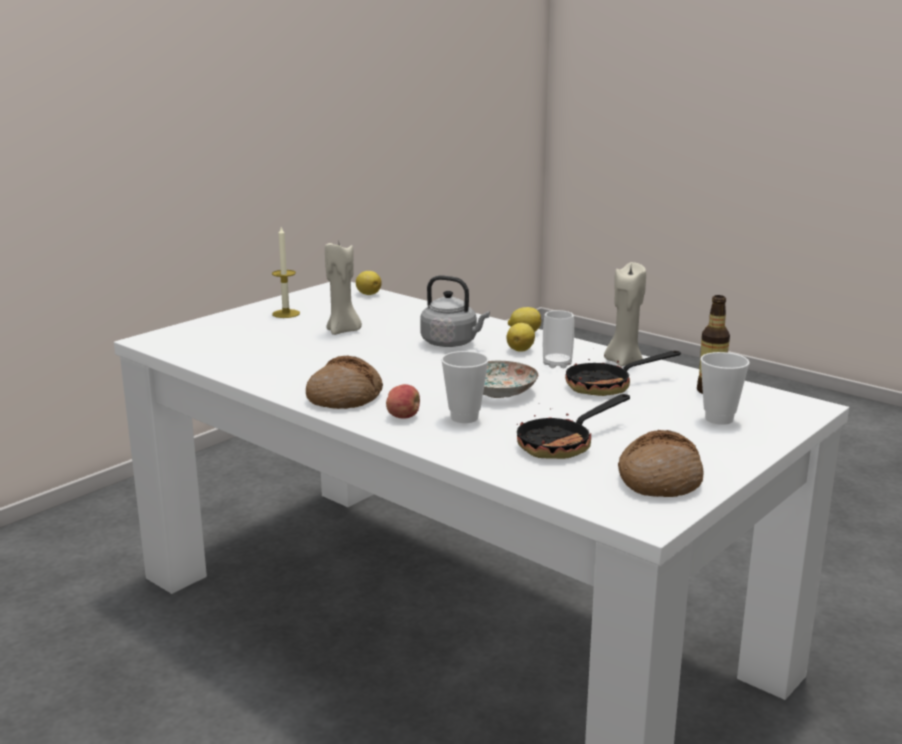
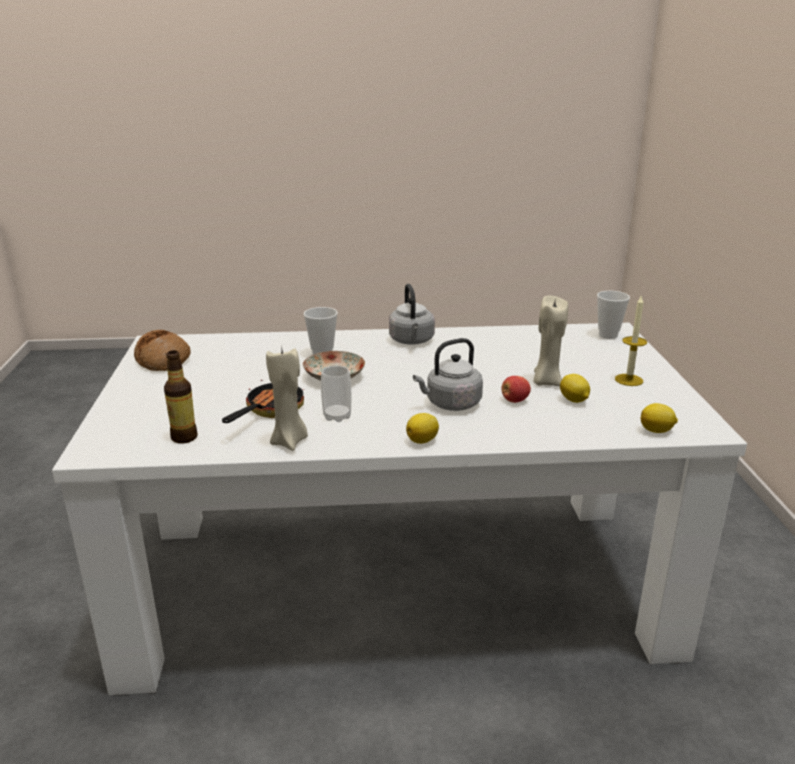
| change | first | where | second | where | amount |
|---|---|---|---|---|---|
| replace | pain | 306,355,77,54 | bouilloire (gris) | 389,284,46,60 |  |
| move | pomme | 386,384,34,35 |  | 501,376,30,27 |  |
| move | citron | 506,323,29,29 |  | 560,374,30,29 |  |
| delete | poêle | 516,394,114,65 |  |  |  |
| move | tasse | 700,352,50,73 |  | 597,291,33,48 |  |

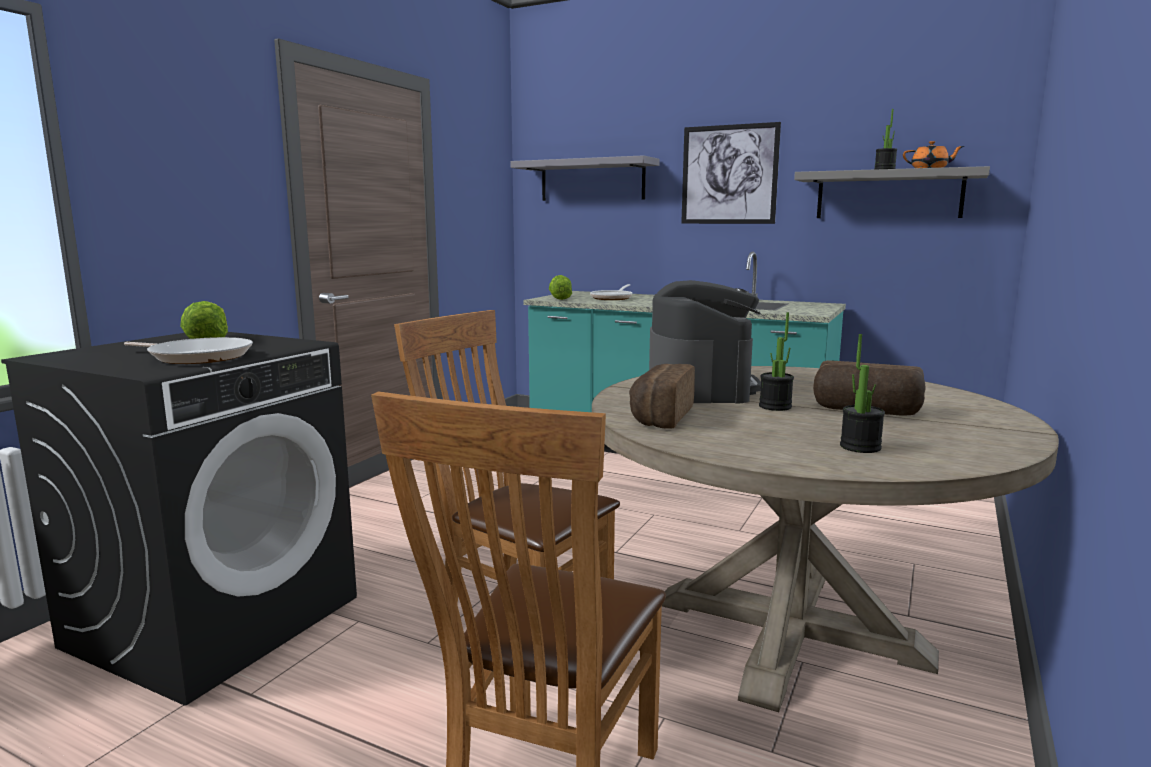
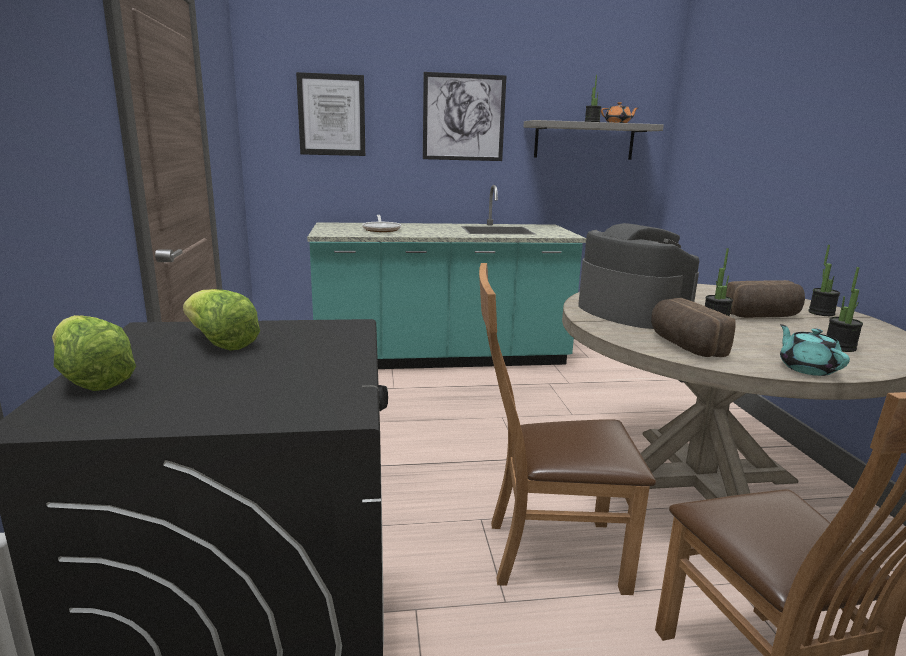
| change | first | where | second | where | amount |
|---|---|---|---|---|---|
| delete | poêle | 124,337,129,27 |  |  |  |
| replace | étagère (gris) | 510,155,150,46 | tableau | 296,72,69,84 |  |
| move | laitue | 549,275,23,25 |  | 52,315,84,76 |  |
| insert |  |  | théière (turquoise) | 780,324,70,52 |  |
| insert |  |  | plante en pot | 808,245,32,71 |  |

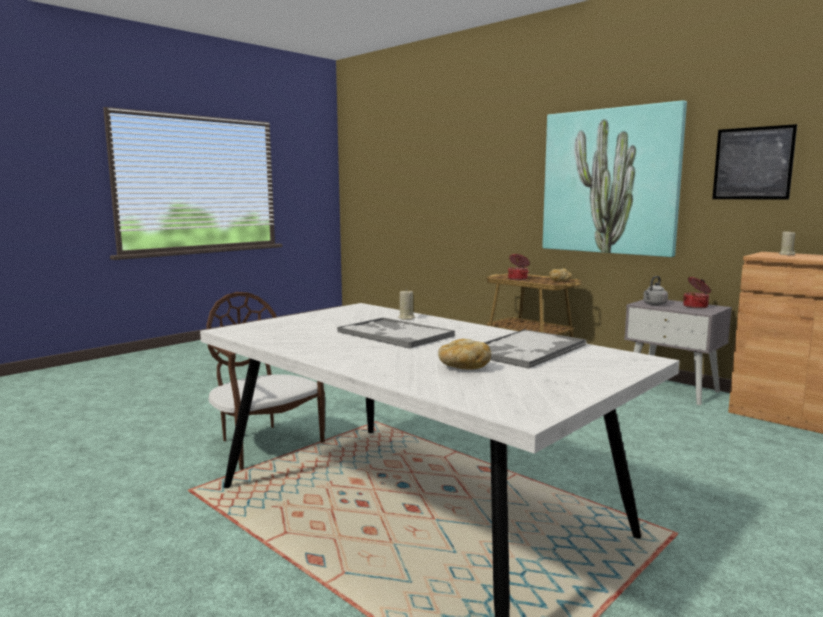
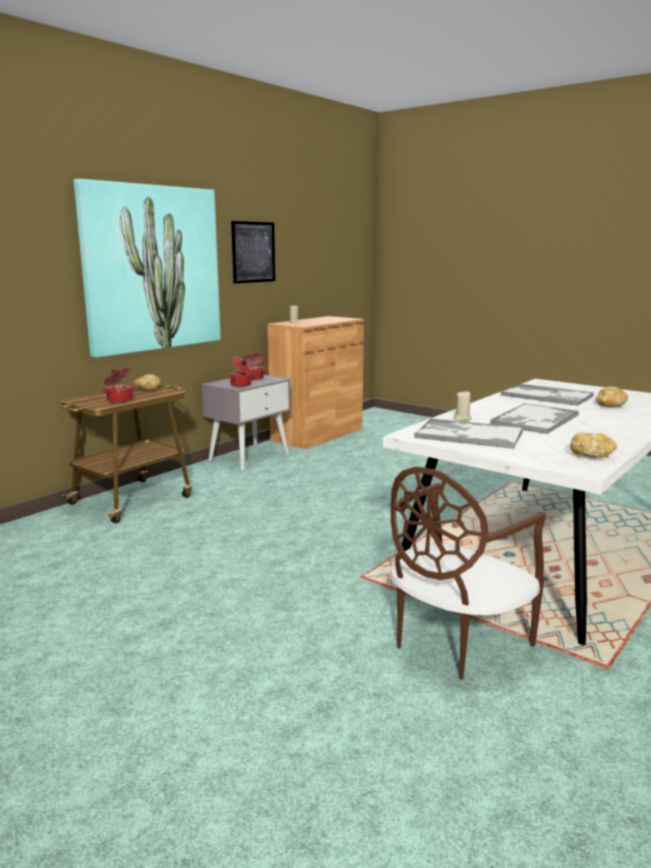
| change | first | where | second | where | amount |
|---|---|---|---|---|---|
| replace | bouilloire (gris) | 643,276,25,29 | marmite | 228,357,26,30 |  |
| insert |  |  | plateau | 414,418,110,31 |  |
| insert |  |  | pain | 570,432,47,26 |  |

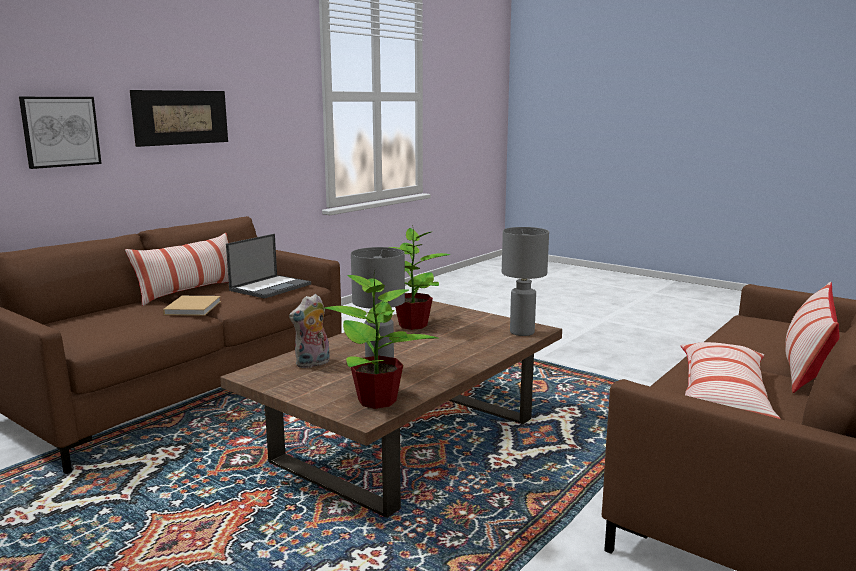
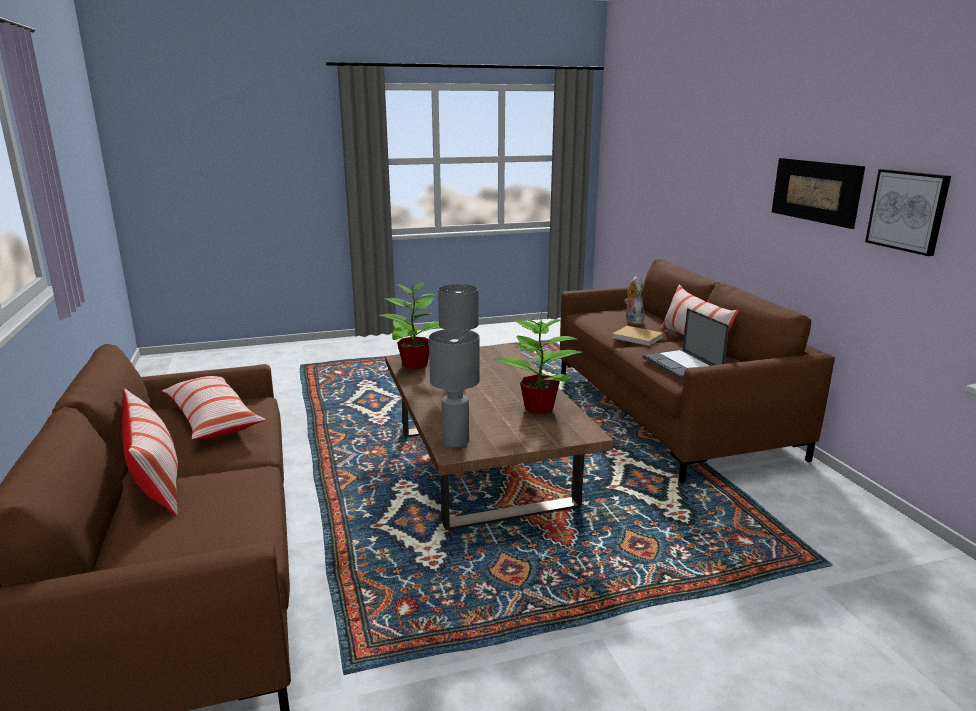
| change | first | where | second | where | amount |
|---|---|---|---|---|---|
| move | tableau | 19,97,83,72 |  | 865,169,86,87 |  |
| move | peluche | 289,294,41,75 |  | 624,276,20,48 |  |

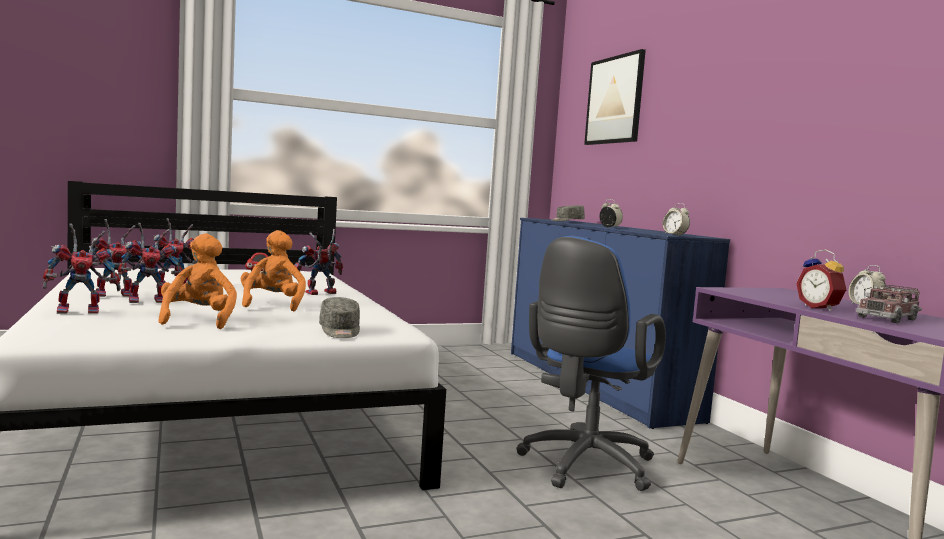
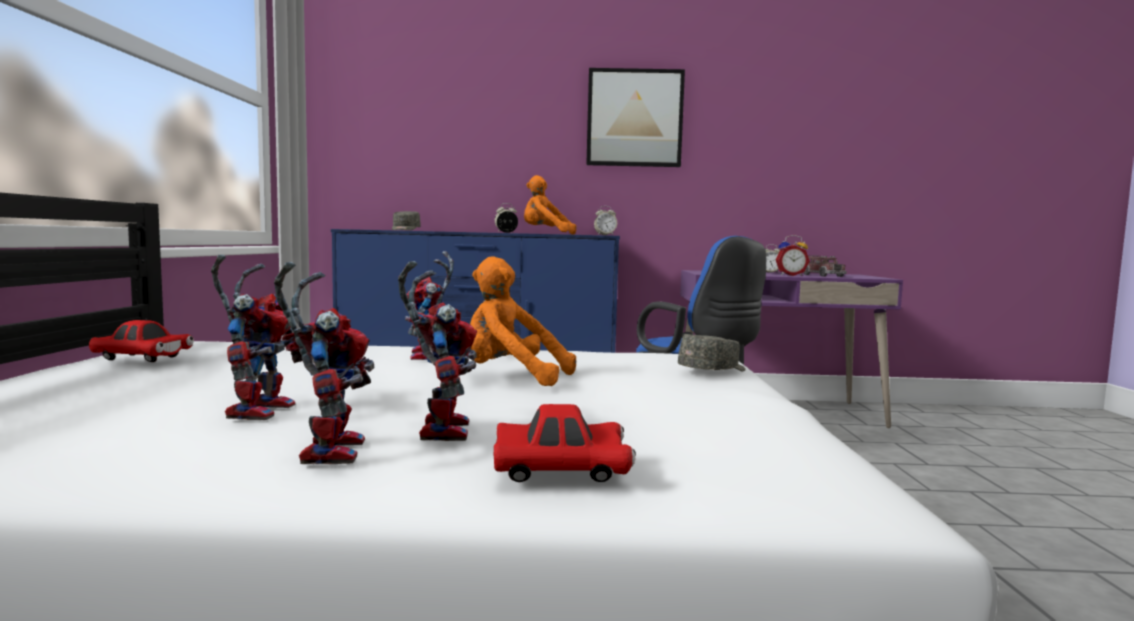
| change | first | where | second | where | amount |
|---|---|---|---|---|---|
| replace | robot jouet | 43,224,78,90 | petite voiture (rouge) | 494,404,142,78 |  |
| move | peluche (orange) | 158,234,79,95 |  | 524,175,52,60 |  |
| rotate | casquette (gris) | 319,297,41,41 |  | 678,334,68,37 | 45 degrees counterclockwise |
| move | tableau | 584,49,62,96 |  | 586,68,99,99 |  |

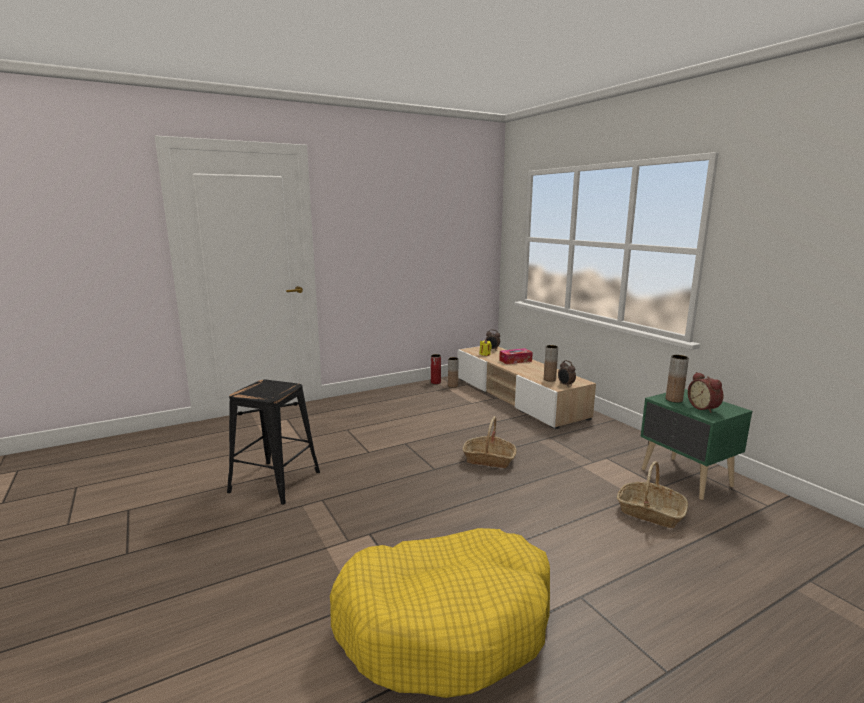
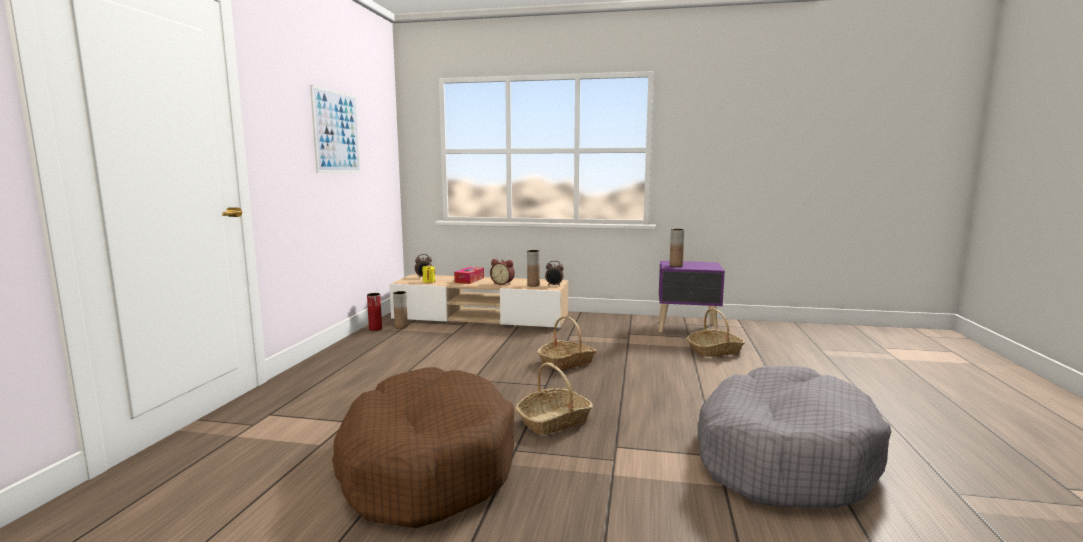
| change | first | where | second | where | amount |
|---|---|---|---|---|---|
| replace | tabouret (noir) | 227,380,93,125 | panier pour chien (marron) | 332,367,182,161 |  |
| recolor | panier pour chien (jaune) | 330,528,220,170 | panier pour chien (gris) | 697,366,194,142 |  |
| recolor | table de chevet (vert) | 641,389,111,111 | table de chevet (violet) | 659,261,66,72 |  |
| move | réveil | 688,372,35,41 |  | 490,259,25,26 |  |
| insert |  |  | tableau | 310,85,51,88 |  |
| insert |  |  | panier | 516,362,77,73 |  |

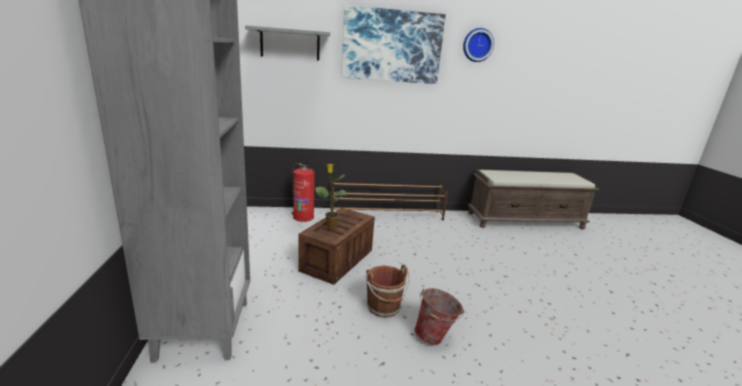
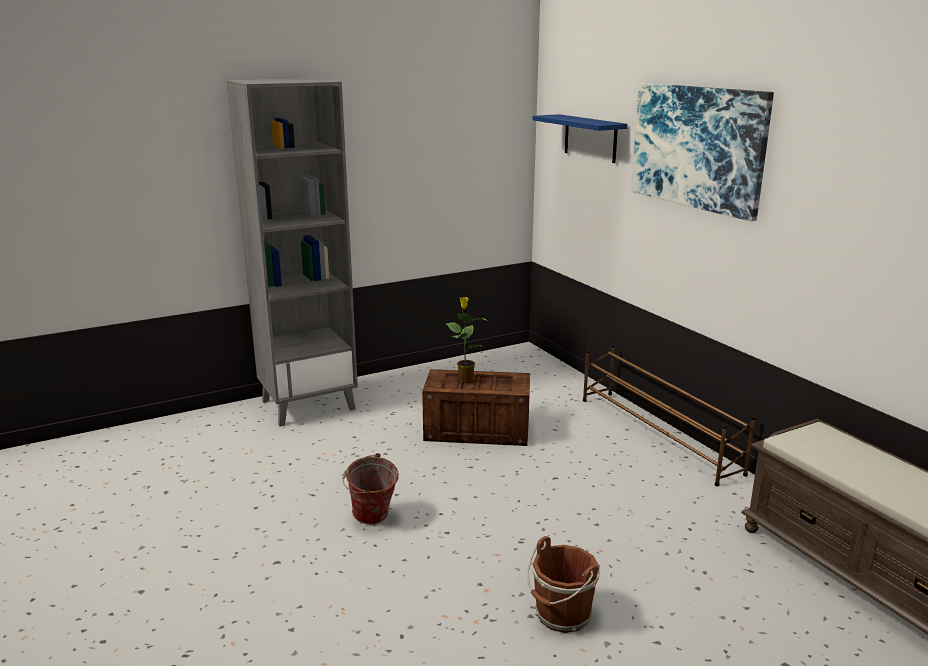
| change | first | where | second | where | amount |
|---|---|---|---|---|---|
| recolor | étagère (gris) | 245,25,85,36 | étagère (bleu) | 532,114,96,49 |  |
| delete | extincteur | 291,161,24,61 |  |  |  |
| move | seau (marron) | 366,265,44,53 |  | 526,536,74,97 |  |
| delete | horloge murale | 463,28,31,34 |  |  |  |

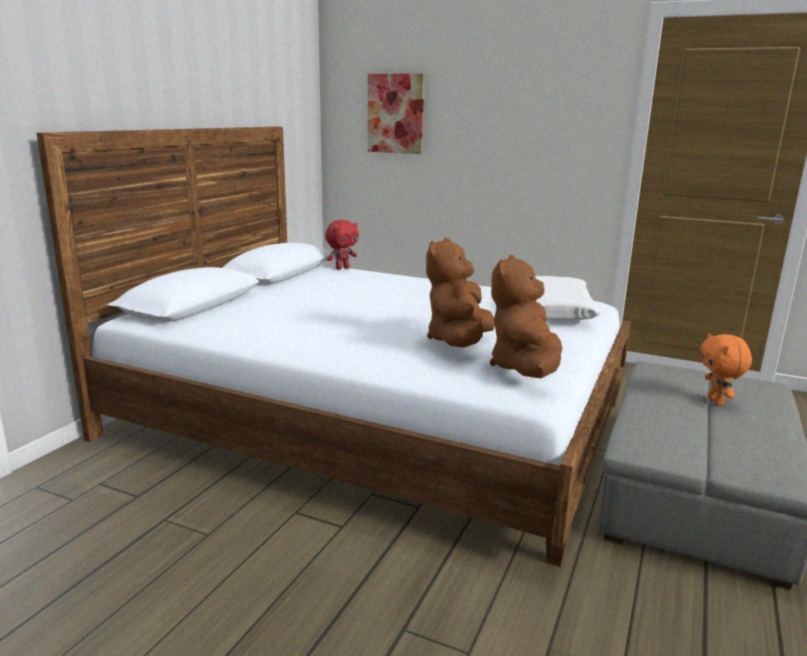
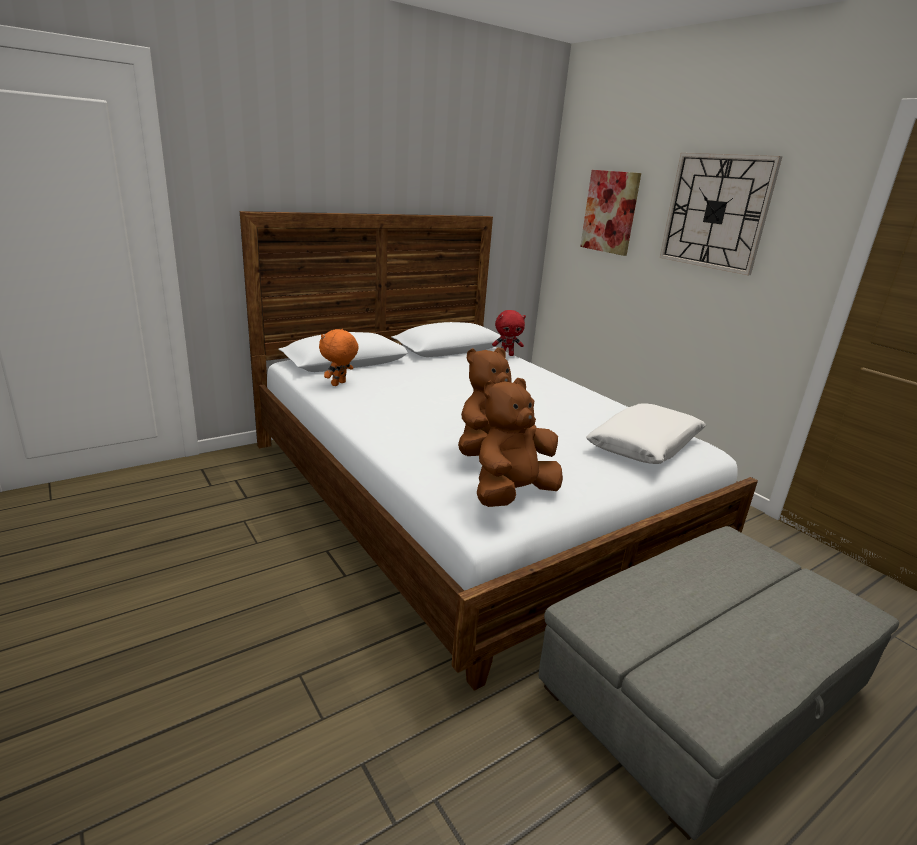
| change | first | where | second | where | amount |
|---|---|---|---|---|---|
| move | peluche (orange) | 700,333,52,73 |  | 319,329,40,57 |  |
| insert |  |  | horloge murale | 660,153,122,122 |  |

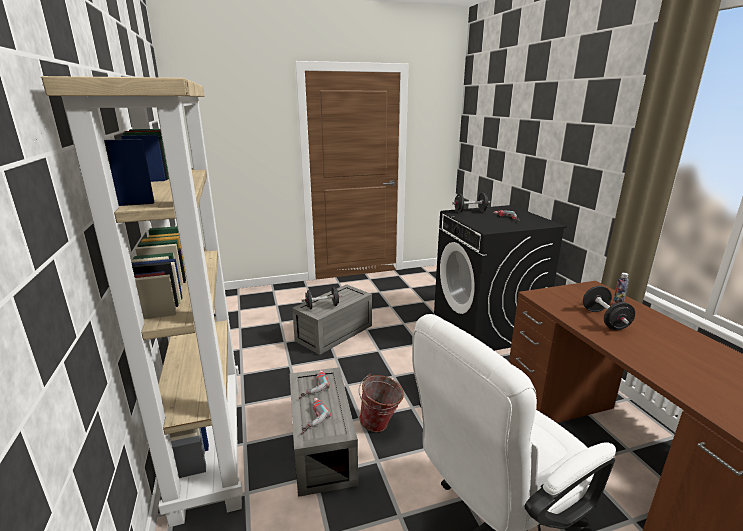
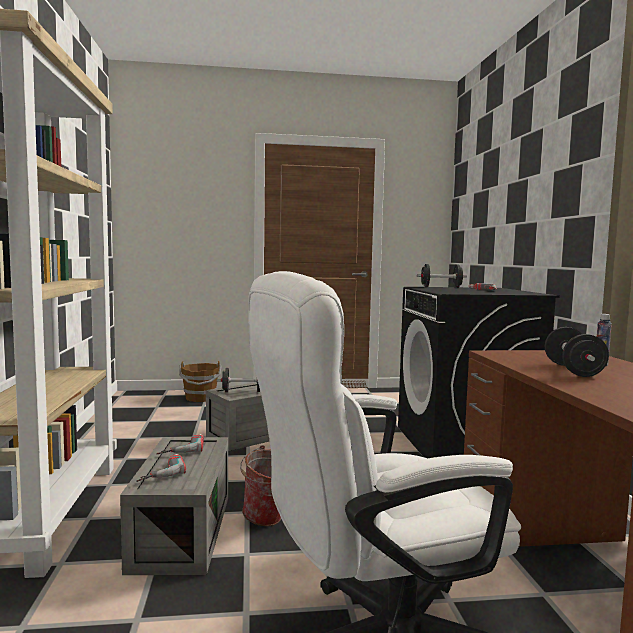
| change | first | where | second | where | amount |
|---|---|---|---|---|---|
| insert |  |  | seau (marron) | 179,361,43,41 |  |

